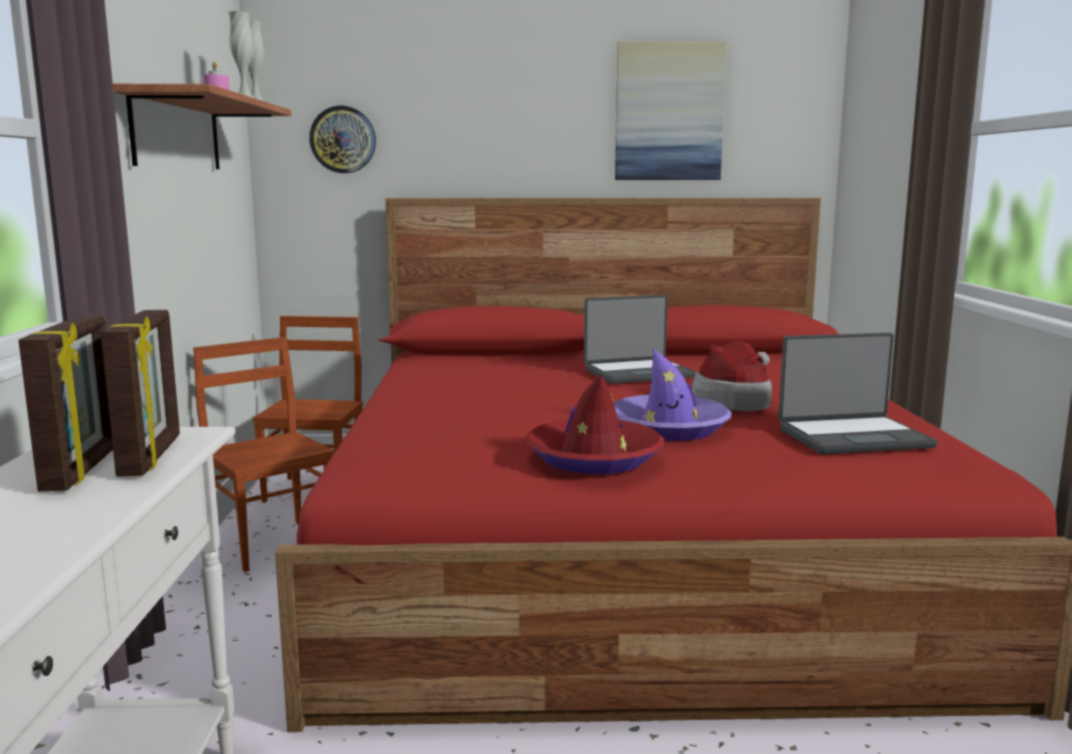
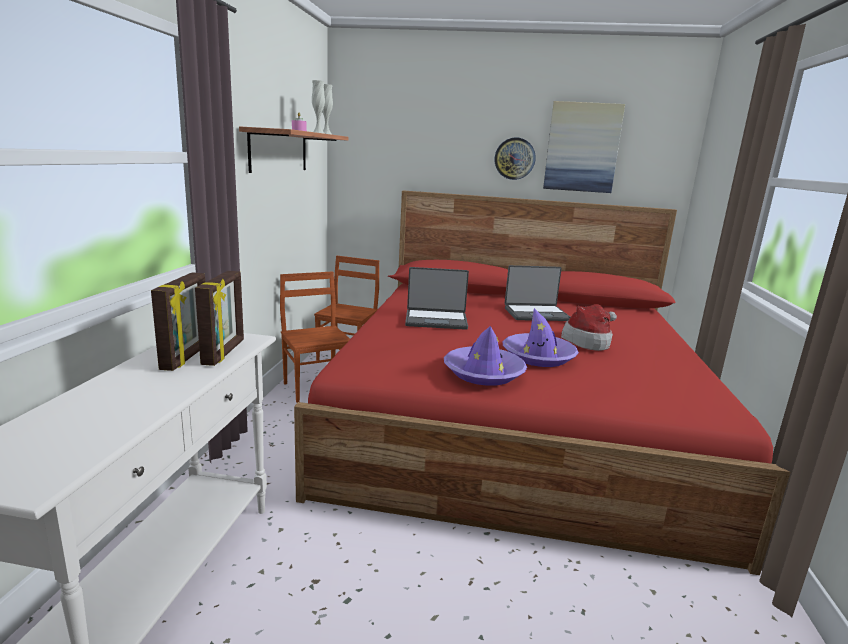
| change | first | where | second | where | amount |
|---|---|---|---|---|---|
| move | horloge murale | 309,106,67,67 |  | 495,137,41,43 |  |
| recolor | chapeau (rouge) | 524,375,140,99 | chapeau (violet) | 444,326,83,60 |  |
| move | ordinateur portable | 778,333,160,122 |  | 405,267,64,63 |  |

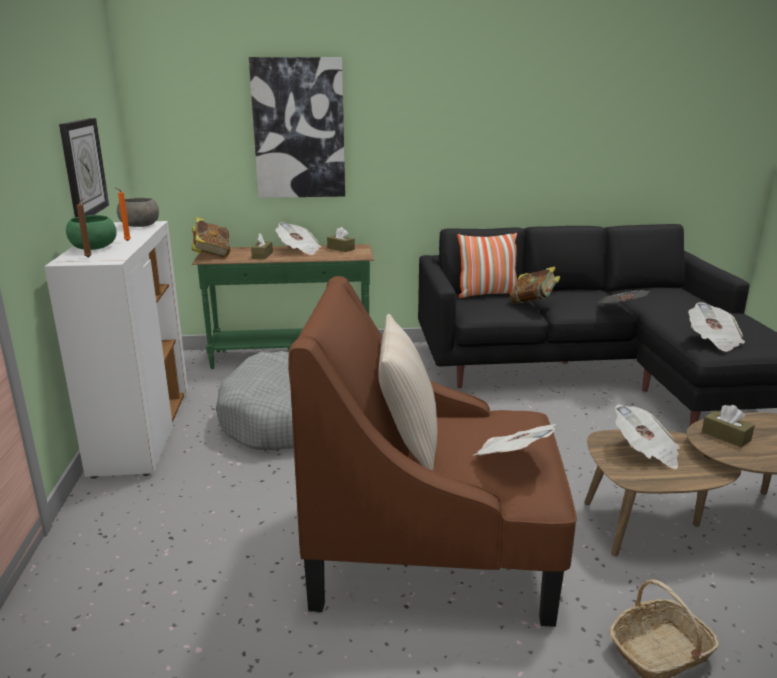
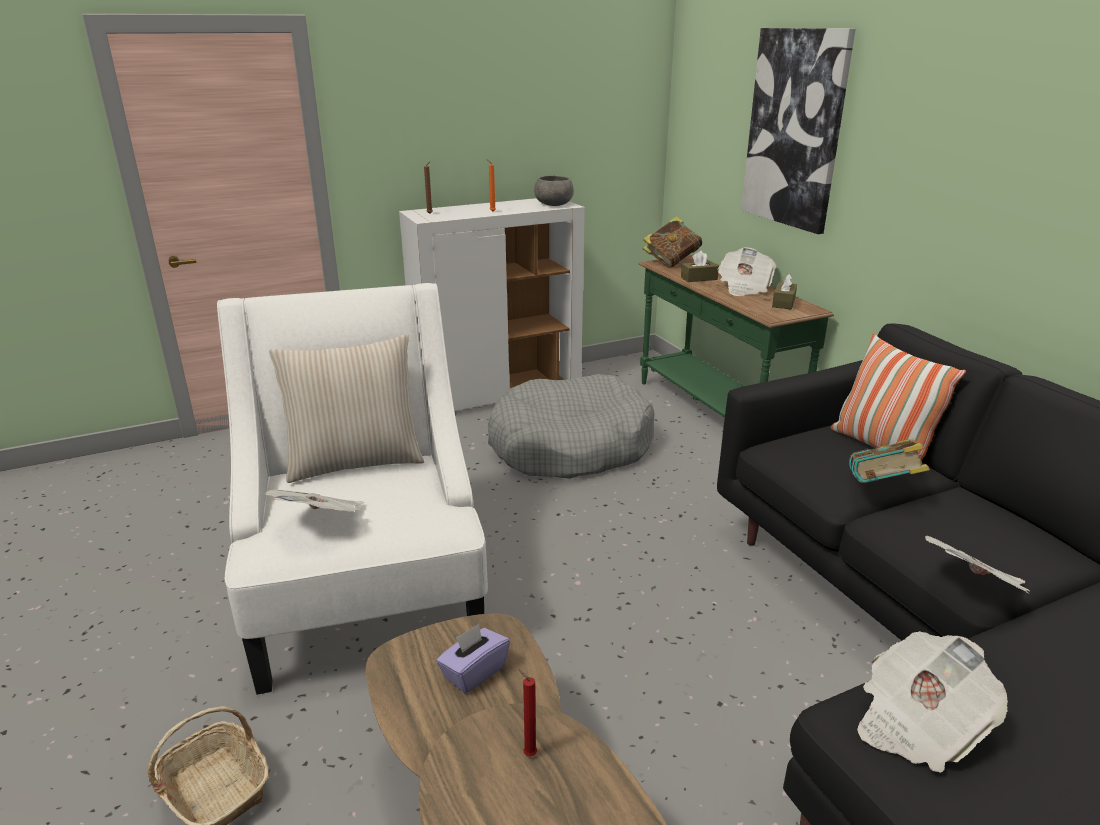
| change | first | where | second | where | amount |
|---|---|---|---|---|---|
| delete | horloge murale | 59,118,50,99 |  |  |  |
| delete | bol (vert) | 66,215,51,35 |  |  |  |
| recolor | fauteuil (marron) | 288,276,289,351 | fauteuil (blanc) | 217,283,271,412 |  |
| replace | journal | 615,404,65,65 | boîte à mouchoirs (violet) | 436,624,74,70 |  |
| replace | boîte à mouchoirs (marron) | 702,405,53,42 | bougie (rouge) | 518,669,19,87 |  |

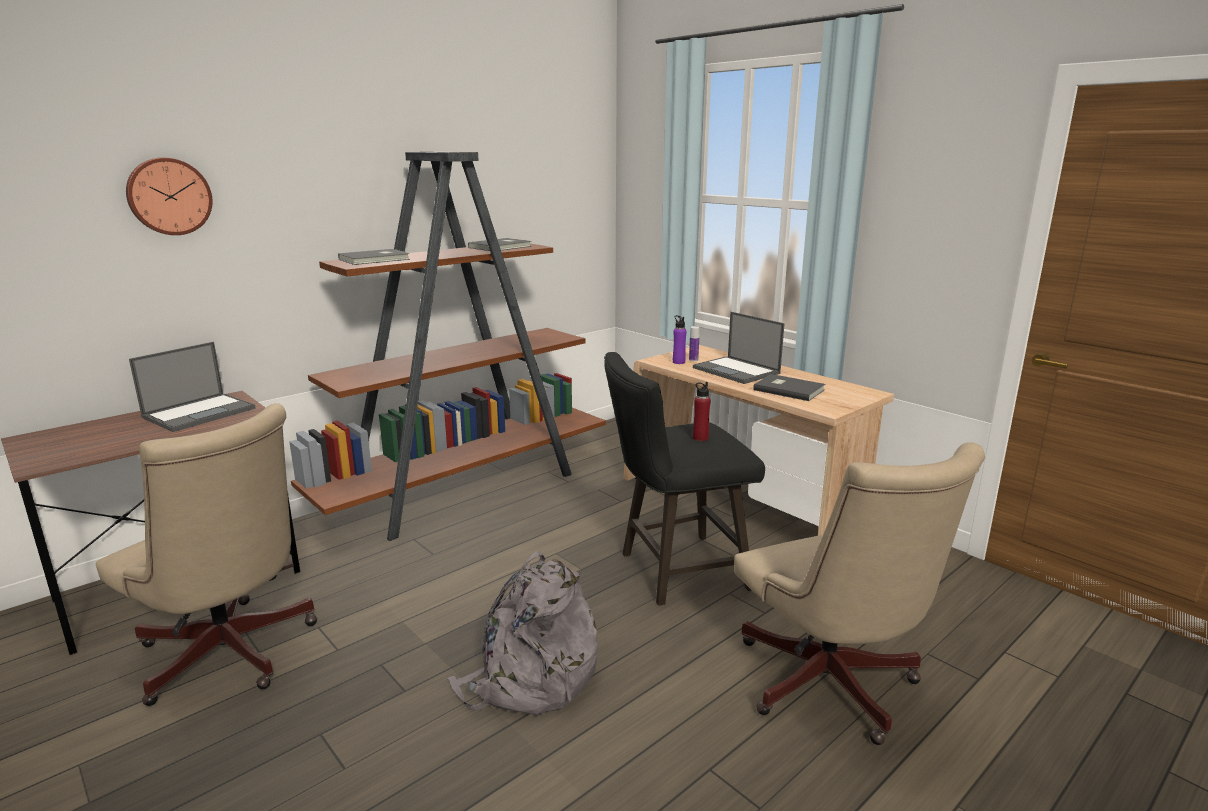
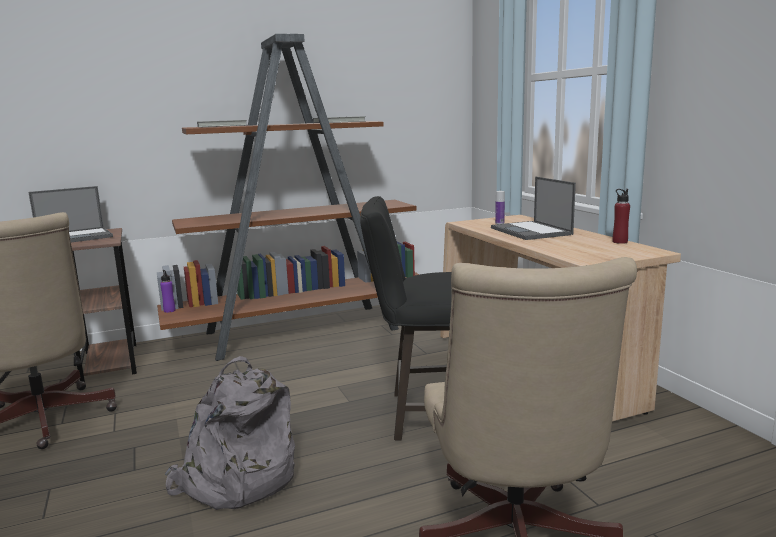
| change | first | where | second | where | amount |
|---|---|---|---|---|---|
| delete | horloge murale | 126,158,87,77 |  |  |  |
| move | bouteille (violet) | 673,315,14,49 |  | 160,270,15,43 |  |
| move | bouteille (rouge) | 693,382,17,59 |  | 613,189,17,55 |  |
| delete | livre (gris) | 753,374,72,27 |  |  |  |

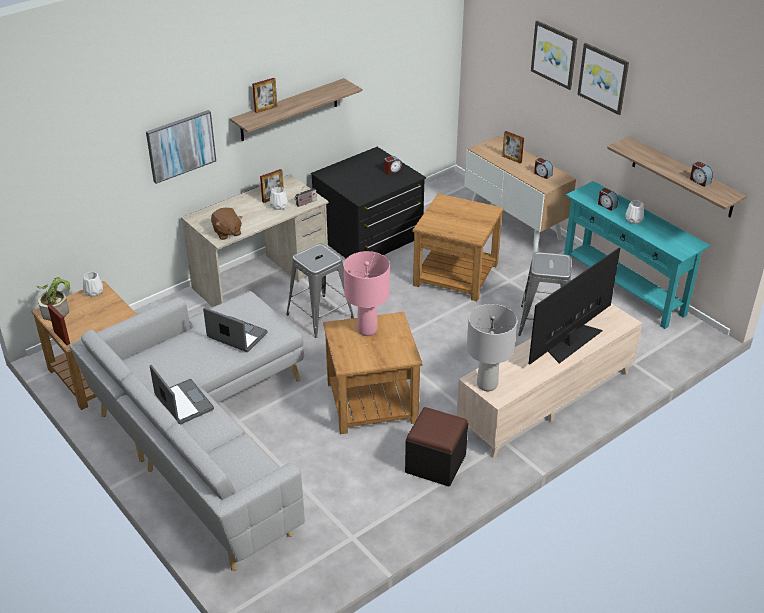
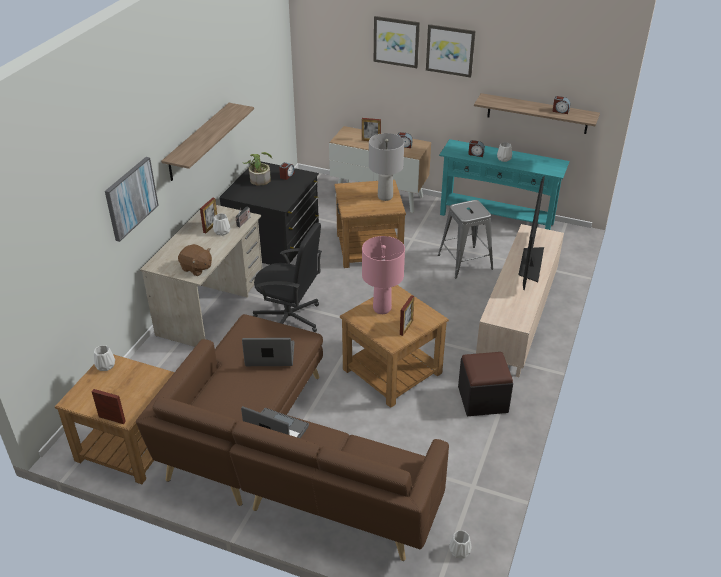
| change | first | where | second | where | amount |
|---|---|---|---|---|---|
| move | plante en pot | 36,277,34,44 |  | 243,152,29,34 |  |
| recolor | canapé (gris) | 69,291,236,280 | canapé (marron) | 136,314,313,247 |  |
| move | cadre photo | 252,78,25,35 |  | 400,295,14,41 |  |
| replace | tabouret (gris) | 286,244,68,94 | chaise de bureau (noir) | 253,223,69,109 |  |
| move | lampe de table (gris) | 467,304,50,87 |  | 369,133,35,68 |  |
| insert |  |  | vase (blanc) | 449,530,23,29 |  |

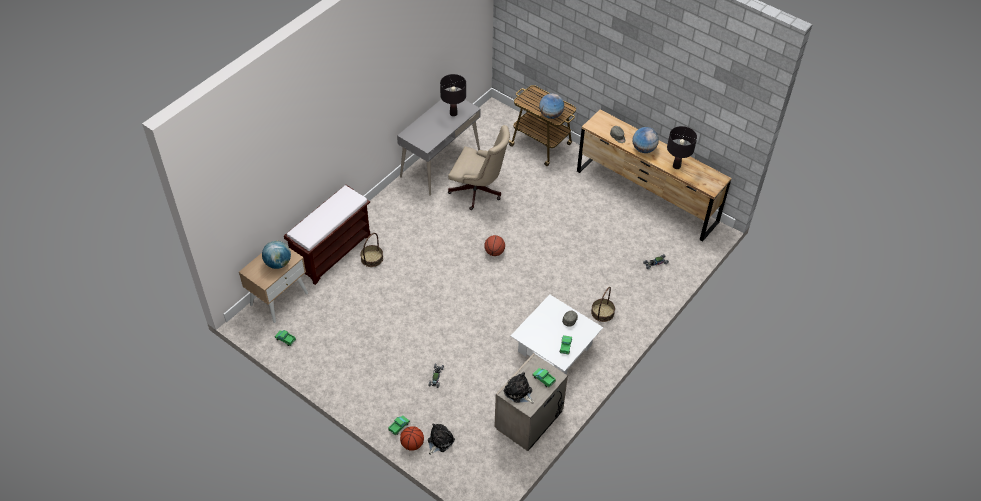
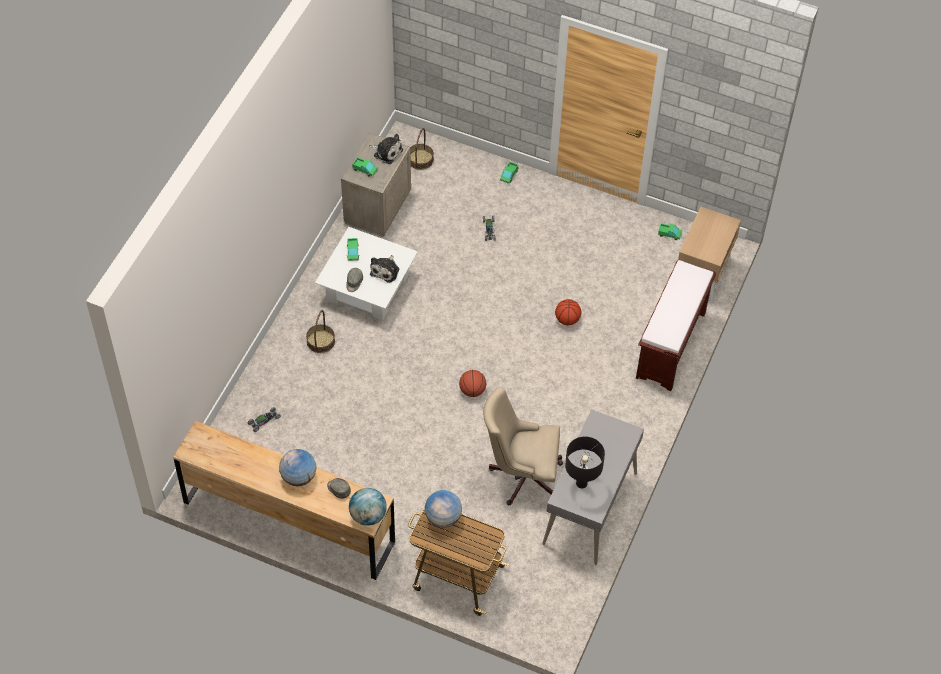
| change | first | where | second | where | amount |
|---|---|---|---|---|---|
| move | globe | 262,240,29,29 |  | 349,488,38,38 |  |
| move | panier | 360,233,23,34 |  | 410,128,24,42 |  |
| move | ballon de basket | 400,426,24,25 |  | 555,299,27,27 |  |
| move | peluche | 428,424,27,31 |  | 370,255,29,28 |  |
| delete | lampe de table (noir) | 667,126,30,43 |  |  |  |

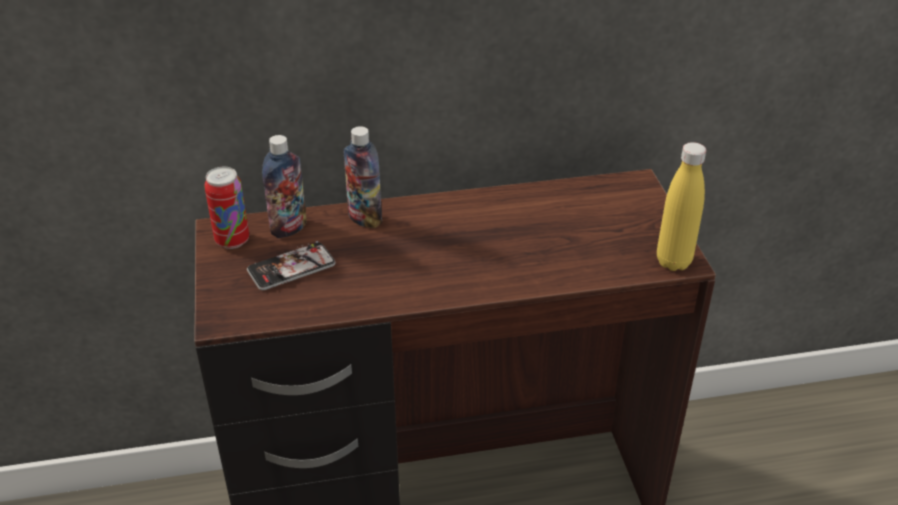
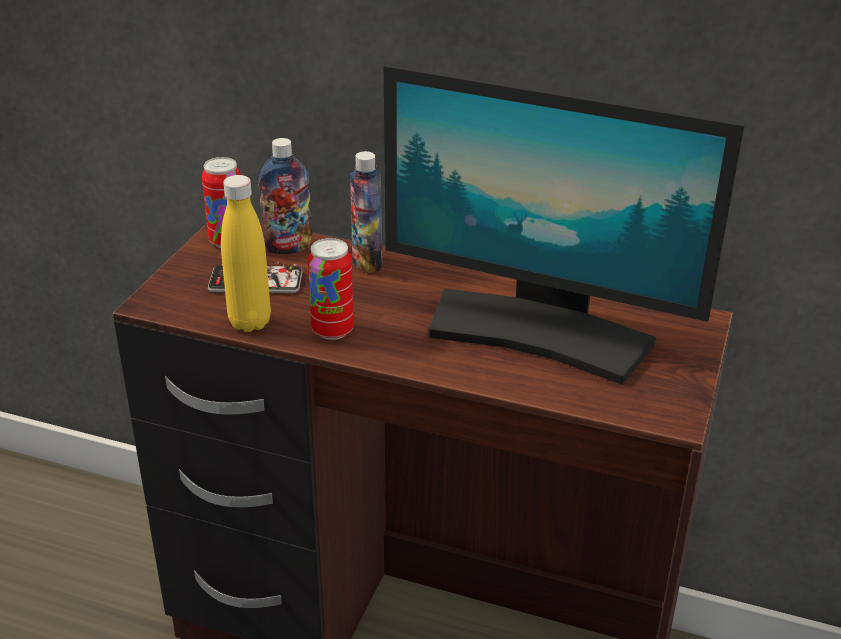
| change | first | where | second | where | amount |
|---|---|---|---|---|---|
| move | bouteille (jaune) | 657,142,49,129 |  | 221,175,50,157 |  |
| insert |  |  | boîte métallique | 308,238,46,102 |  |
| insert |  |  | écran d'ordinateur | 384,65,361,320 |  |

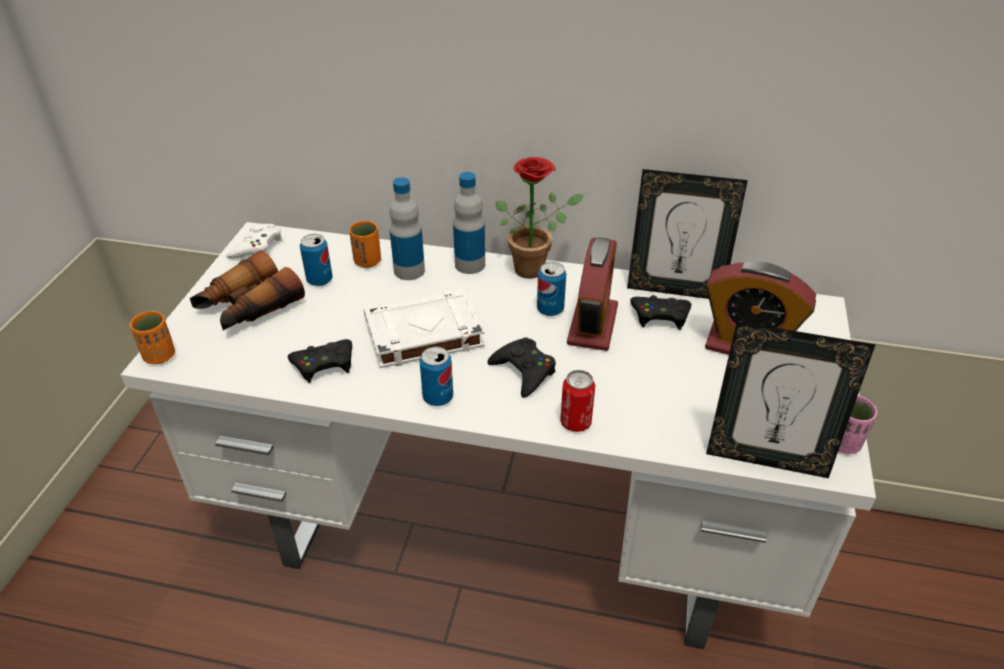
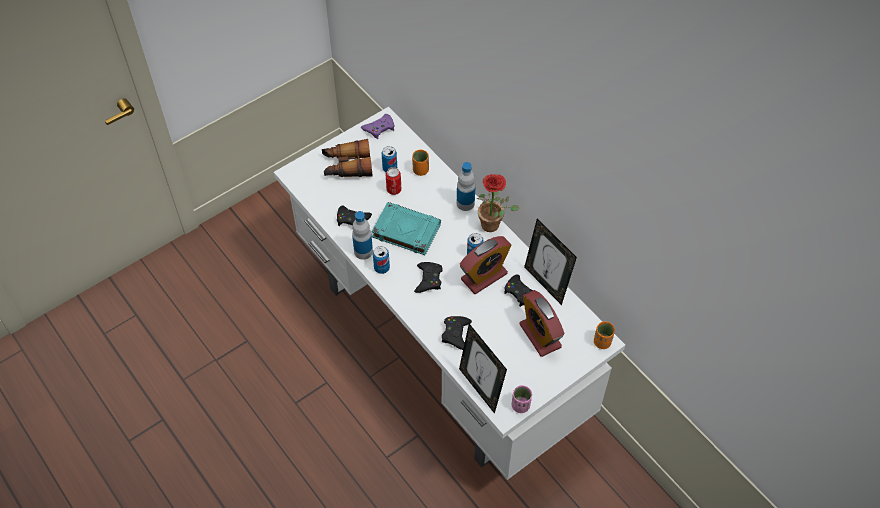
| change | first | where | second | where | amount |
|---|---|---|---|---|---|
| move | tasse (orange) | 130,311,45,53 |  | 594,321,21,28 |  |
| recolor | manette (blanc) | 226,224,57,35 | manette (violet) | 361,114,34,25 |  |
| recolor | livre (blanc) | 364,289,121,79 | livre (turquoise) | 371,202,70,53 |  |
| move | bouteille | 389,177,36,103 |  | 352,211,21,49 |  |
| move | boîte métallique | 560,370,35,62 |  | 386,167,15,28 |  |
| insert |  |  | manette (noir) | 442,316,30,34 |  |

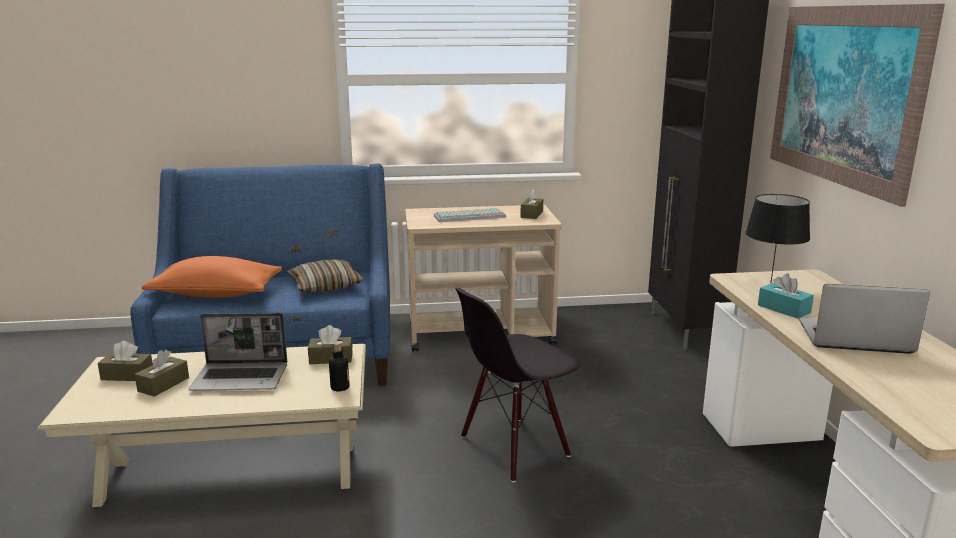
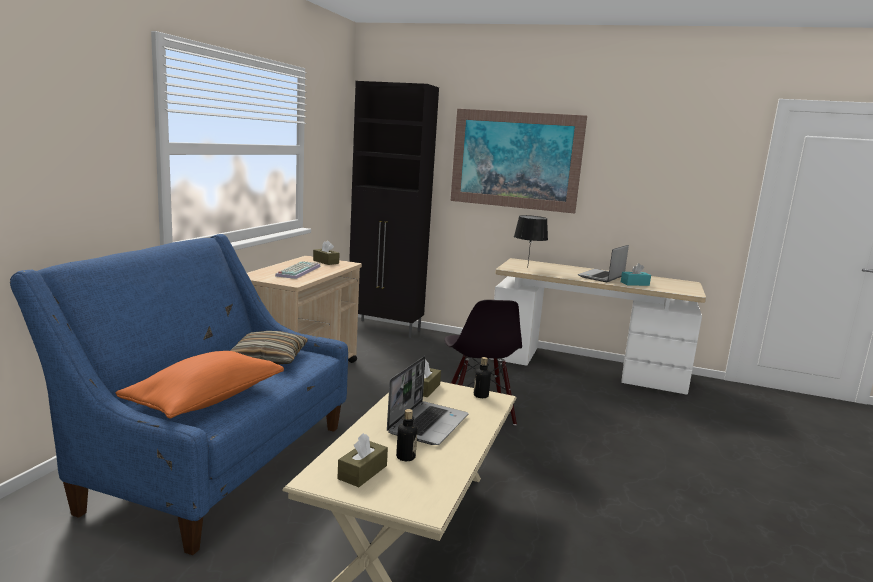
| change | first | where | second | where | amount |
|---|---|---|---|---|---|
| replace | boîte à mouchoirs (marron) | 135,350,54,47 | bouteille | 396,409,21,52 |  |
| move | boîte à mouchoirs (turquoise) | 758,273,56,46 |  | 621,263,30,23 |  |

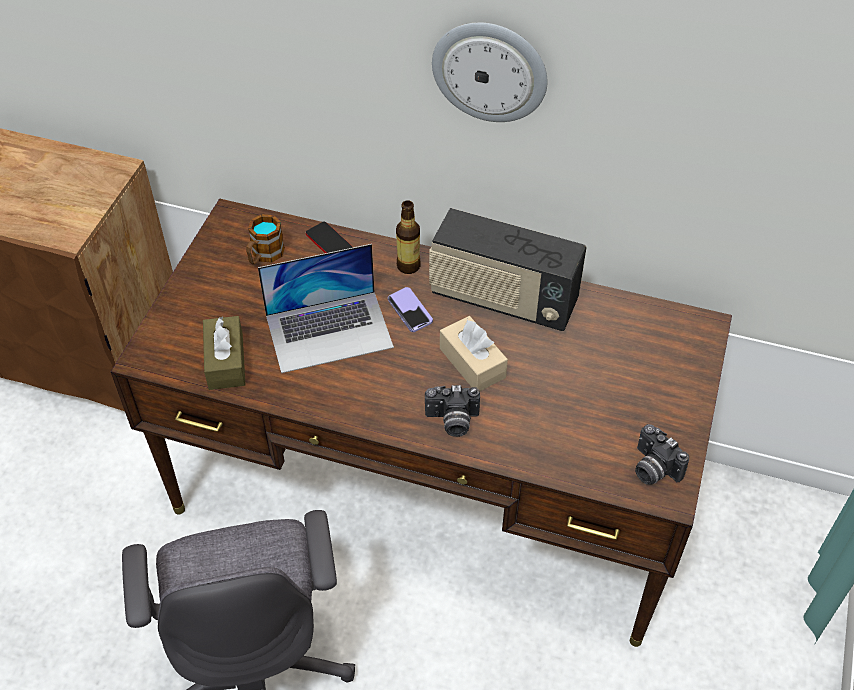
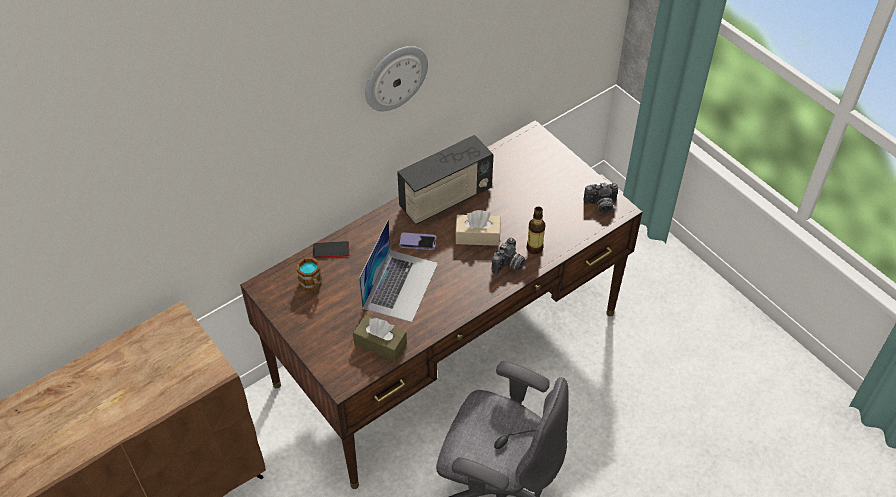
| change | first | where | second | where | amount |
|---|---|---|---|---|---|
| move | bouteille | 396,200,25,74 |  | 527,206,18,48 |  |

